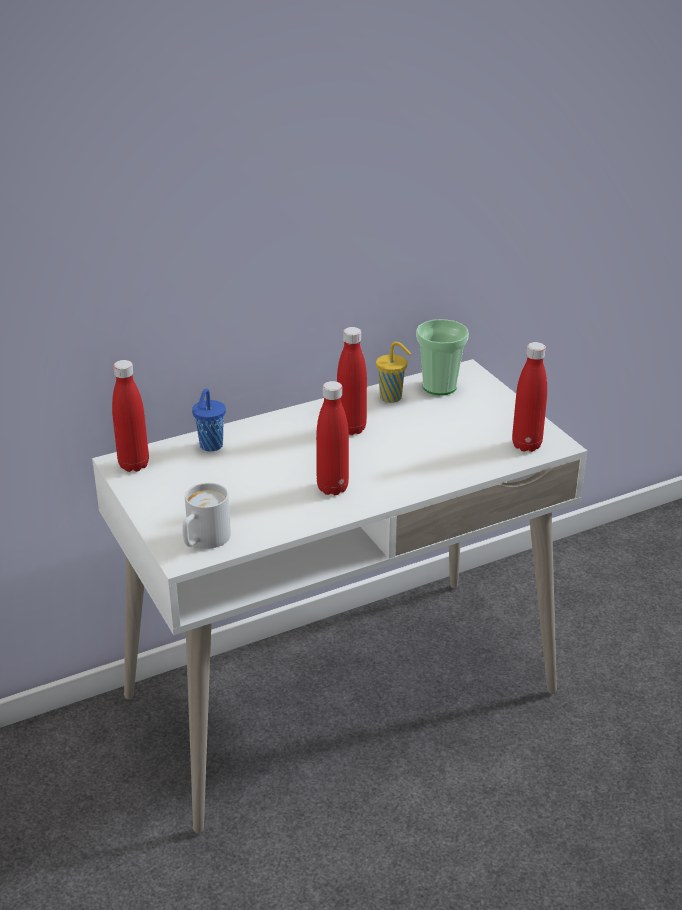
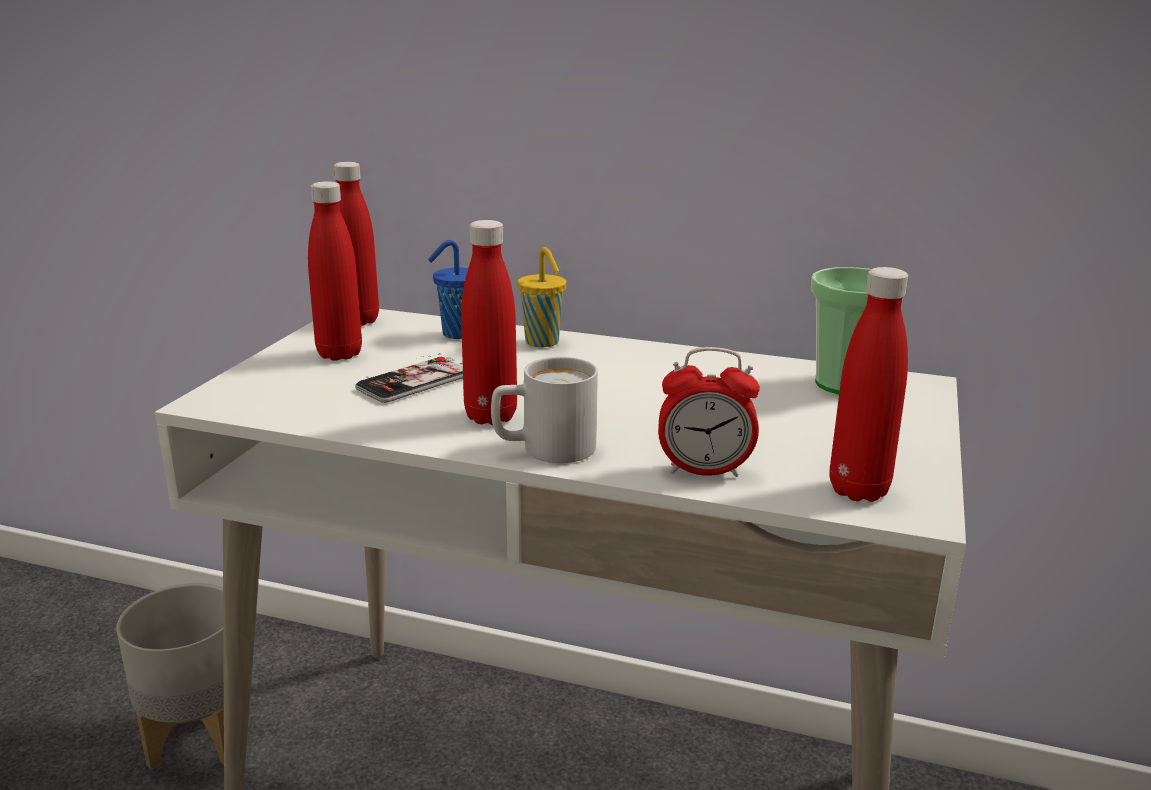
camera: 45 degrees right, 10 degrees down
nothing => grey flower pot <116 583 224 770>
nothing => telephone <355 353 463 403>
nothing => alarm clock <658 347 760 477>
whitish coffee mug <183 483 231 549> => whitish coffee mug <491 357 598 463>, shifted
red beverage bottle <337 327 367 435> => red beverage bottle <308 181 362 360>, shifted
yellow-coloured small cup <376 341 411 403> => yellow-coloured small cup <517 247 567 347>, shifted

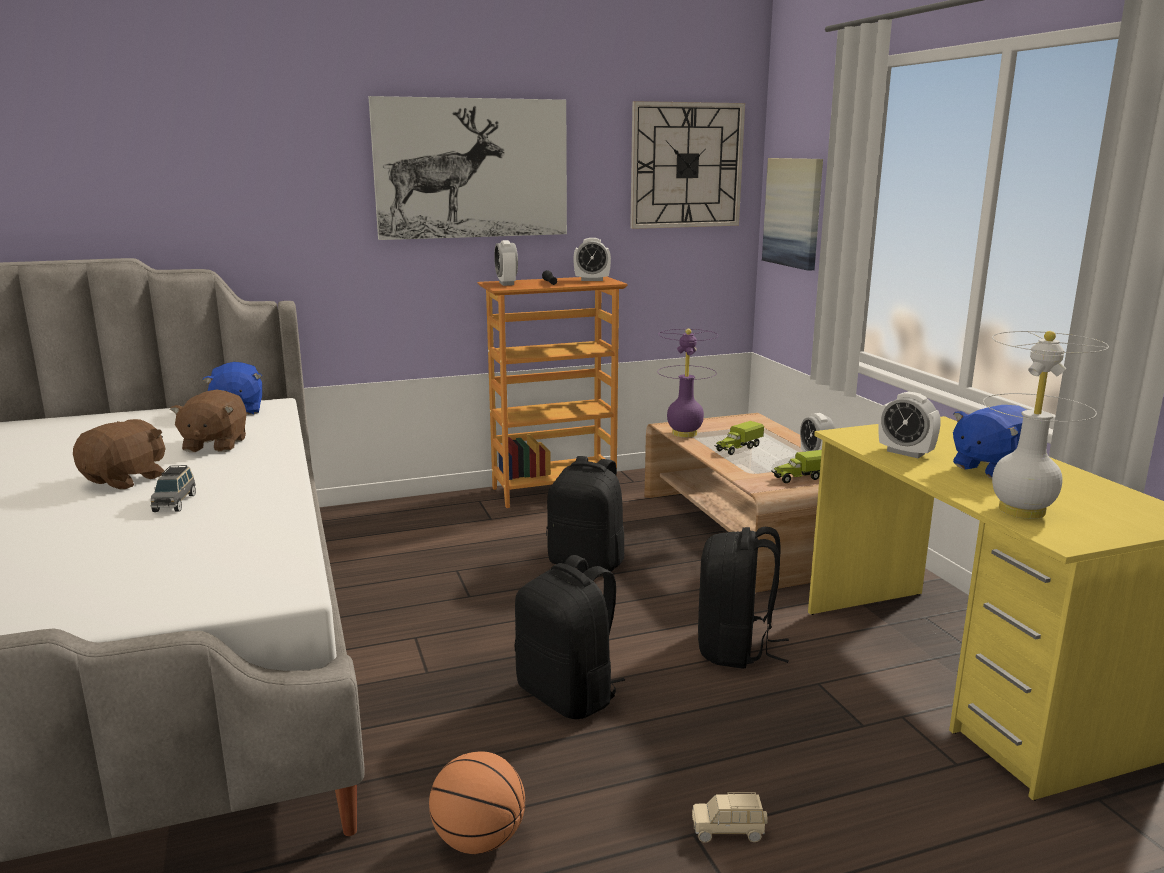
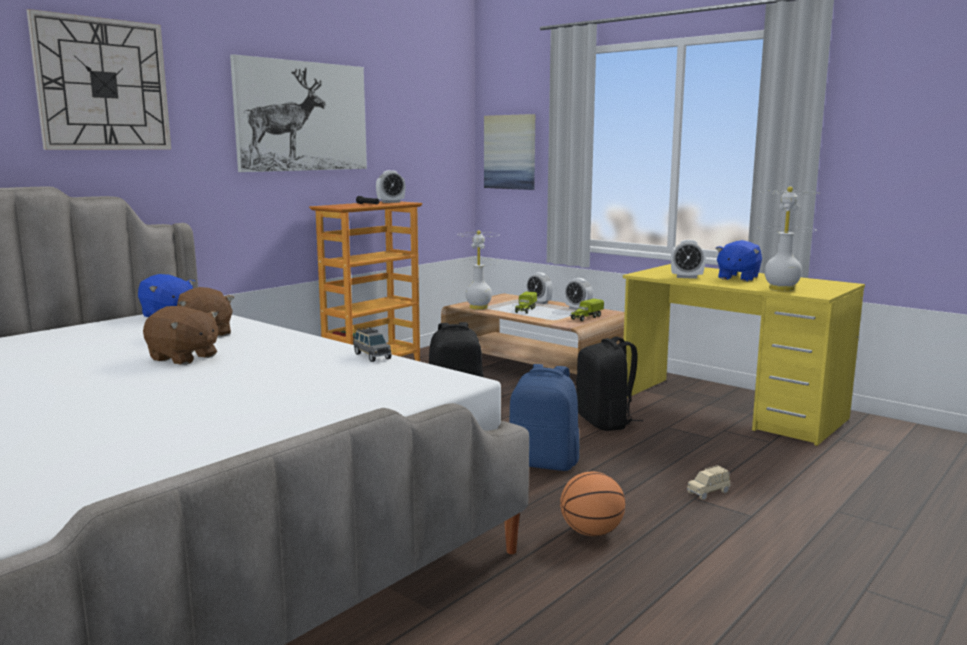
camera: 30 degrees left, 5 degrees down
grey model car <151 465 196 512> => grey model car <354 327 392 362>, shifted
alarm clock <494 240 518 286> => alarm clock <526 272 553 304>, shifted
hanging clock <630 101 745 229> => hanging clock <27 9 171 150>, shifted
black-coloured backpack <515 555 625 719> => blue backpack <509 364 579 471>
purplish table lamp <658 329 718 437> => whitish table lamp <457 230 500 310>
brown-coloured plush toy <73 419 166 490> => brown-coloured plush toy <143 306 218 365>, 120 degrees clockwise

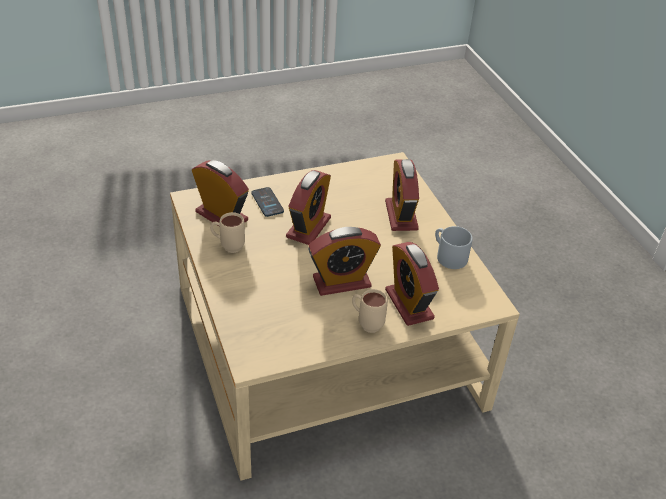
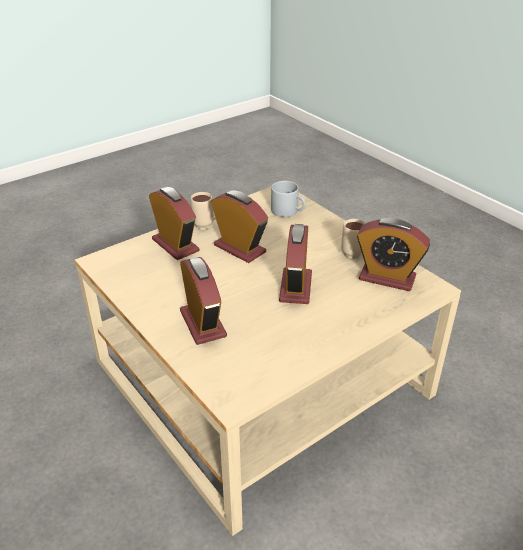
camera: 165 degrees right, 5 degrees down
telephone <251 187 284 217> => nothing
grey coffee mug <435 226 473 269> => grey coffee mug <271 181 306 217>, shifted
alarm clock <308 227 381 296> => alarm clock <211 190 268 263>, 75 degrees clockwise

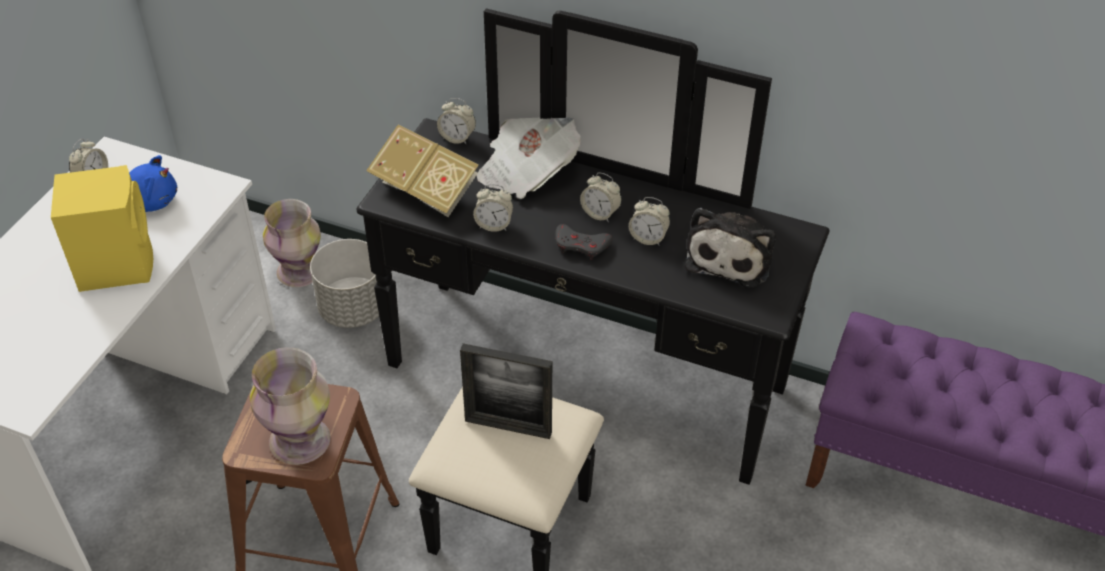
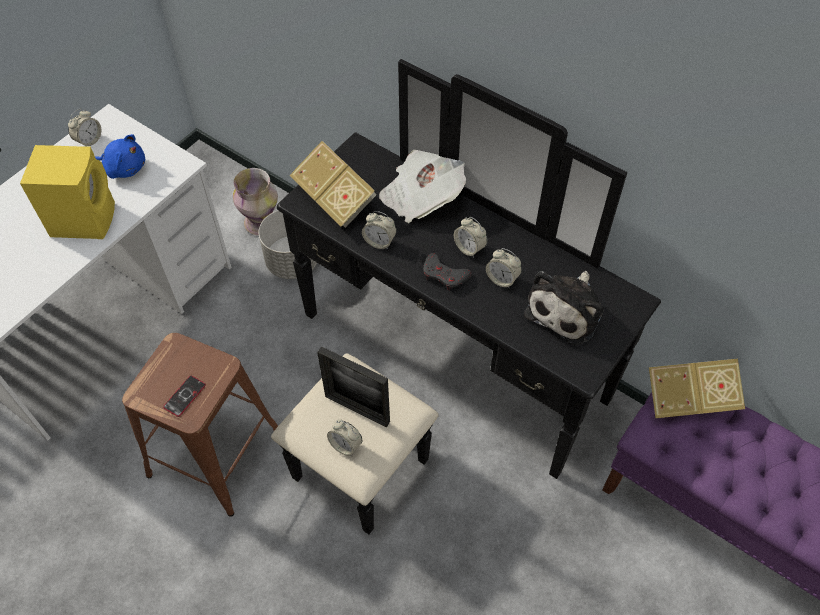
camera: 15 degrees right, 10 degrees up
nothing => volume <649 358 745 418>
alarm clock <437 98 476 145> => alarm clock <327 419 362 456>, shifted
vase <250 347 330 465> => telephone <163 375 206 417>

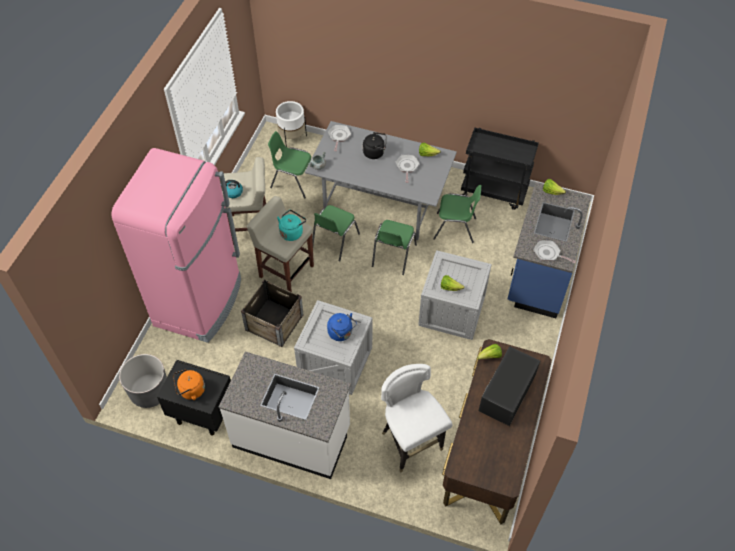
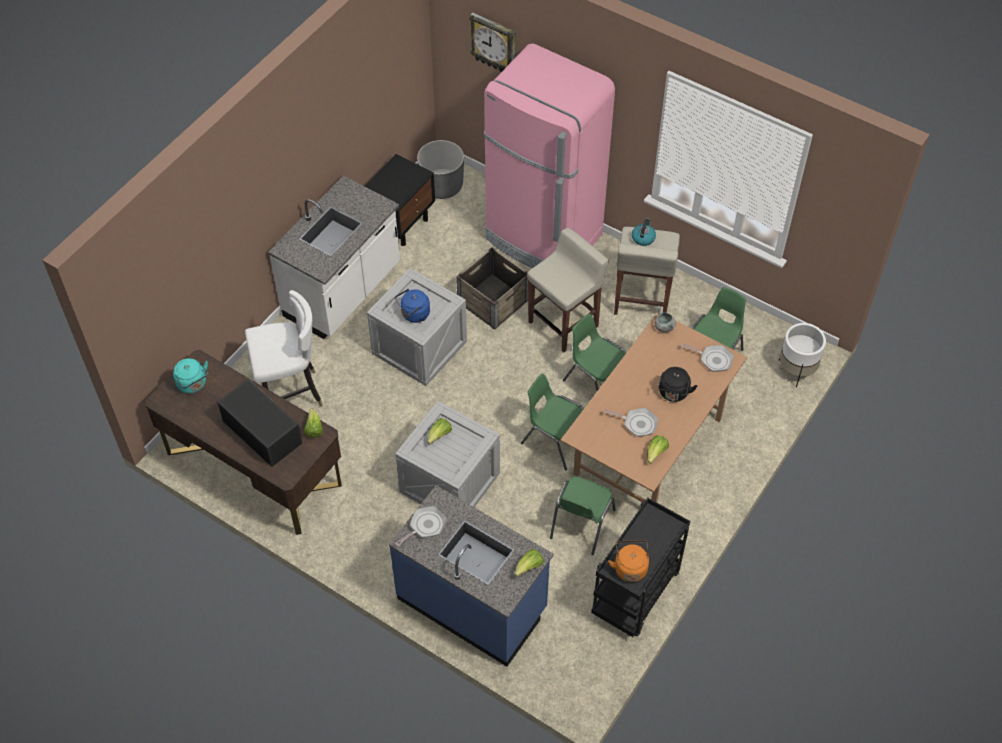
camera: 105 degrees right, 0 degrees up
nothing => hanging clock <469 13 515 72>
orange tea kettle <173 369 205 400> => orange tea kettle <608 540 649 582>, shifted
turquoise-coloured tea kettle <277 210 306 241> => turquoise-coloured tea kettle <173 358 208 393>, shifted
grey dinner table <305 121 457 240> => brown-coloured dinner table <561 312 747 502>

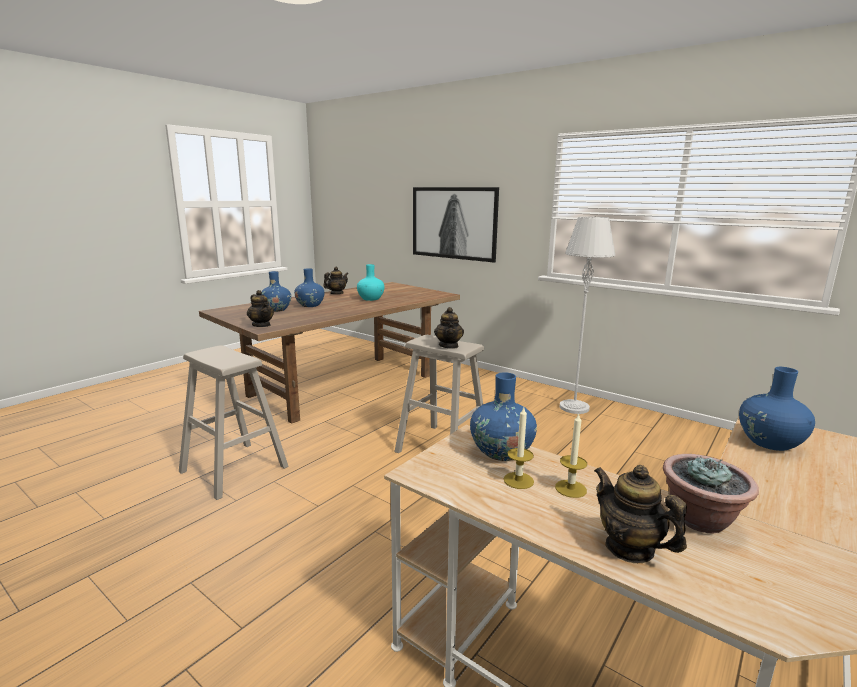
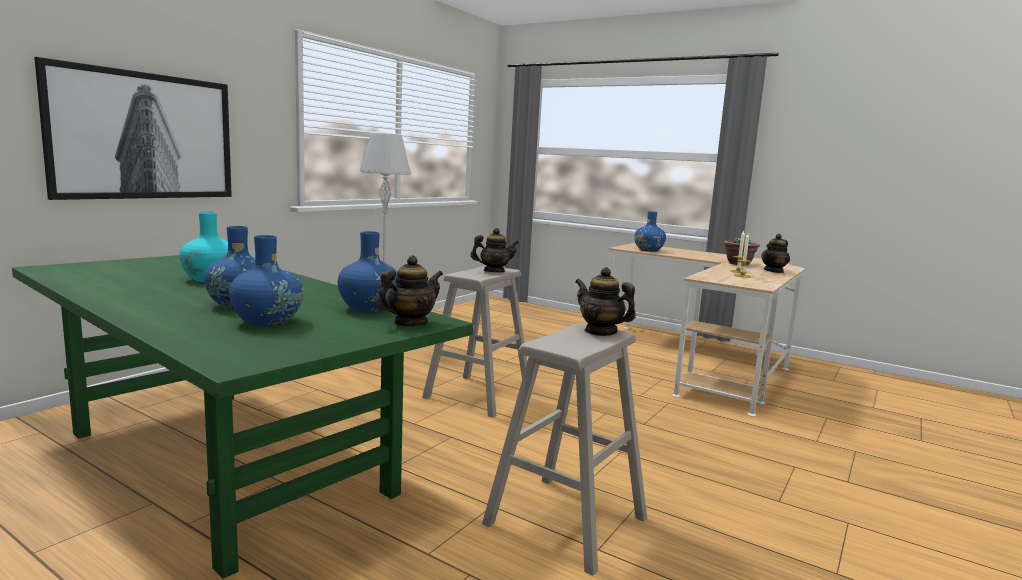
camera: 95 degrees left, 5 degrees down
teapot <323 267 349 294> => teapot <575 267 636 336>, shifted
blue vase <470 372 537 461> => blue vase <338 231 397 313>, shifted
brown-coloured dinner table <199 282 460 424> => greenish dinner table <12 255 473 579>

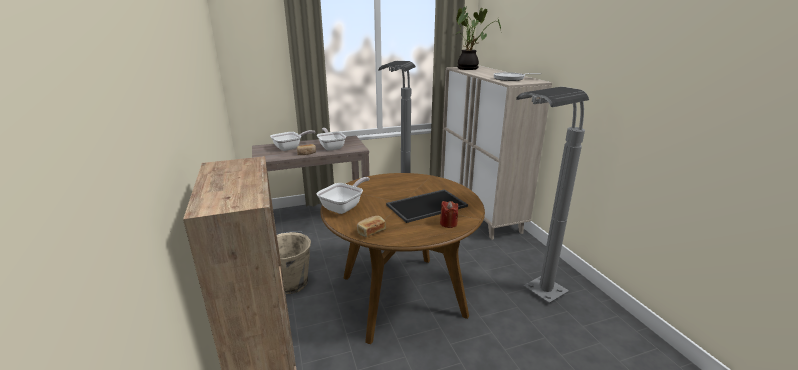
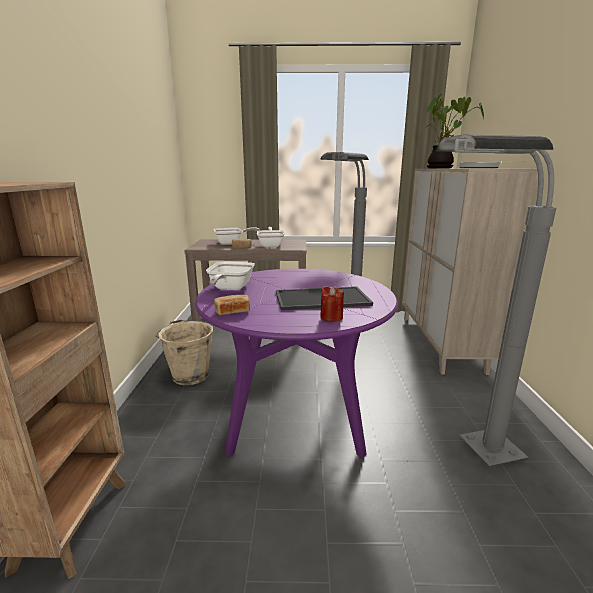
camera: 20 degrees right, 5 degrees down
brown-coloured dinner table <320 173 485 344> => purplish dinner table <195 269 398 458>
frying pan <317 177 370 214> => frying pan <206 262 255 290>, 135 degrees clockwise

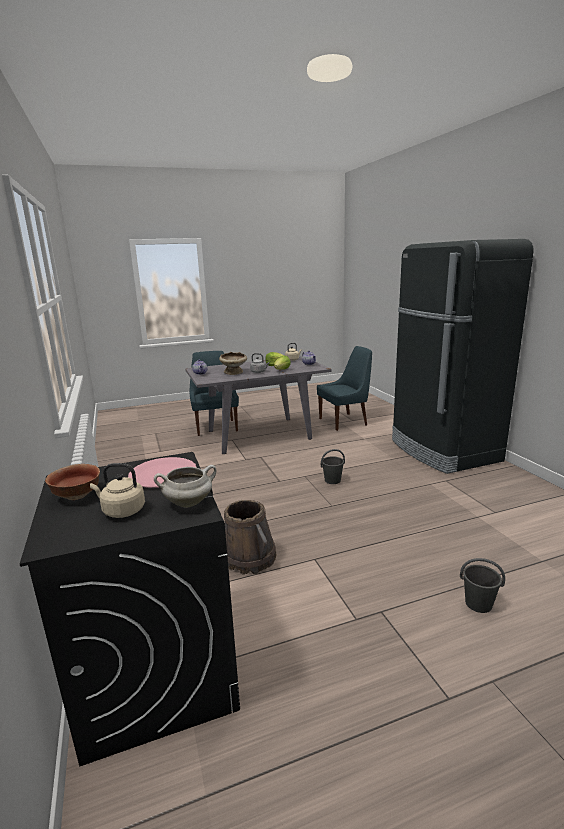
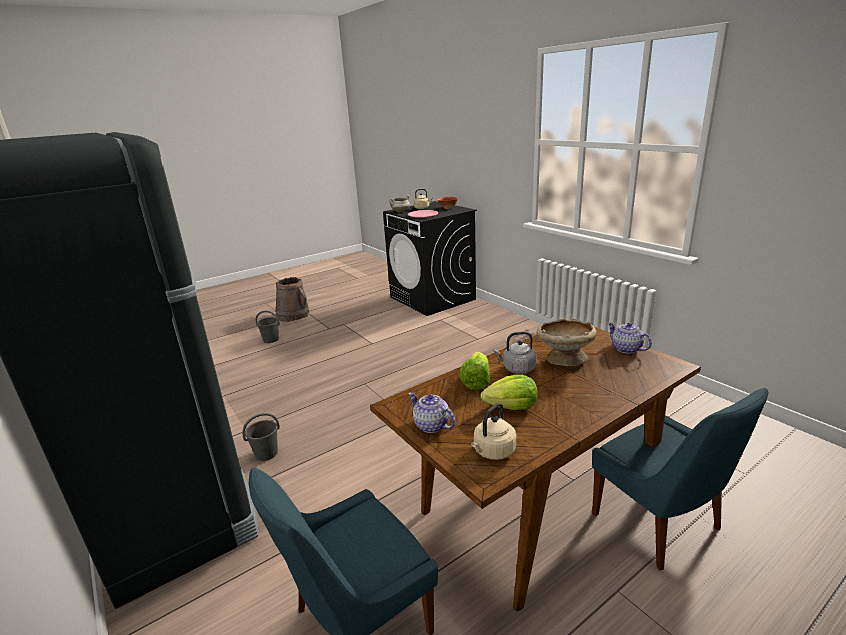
camera: 165 degrees right, 5 degrees up
brown-coloured water bucket <224 500 277 575> => brown-coloured water bucket <275 277 309 322>, shifted
grey water bucket <321 449 345 484> => grey water bucket <242 413 280 461>, shifted
grey dinner table <185 356 332 454> => brown-coloured dinner table <370 319 701 611>

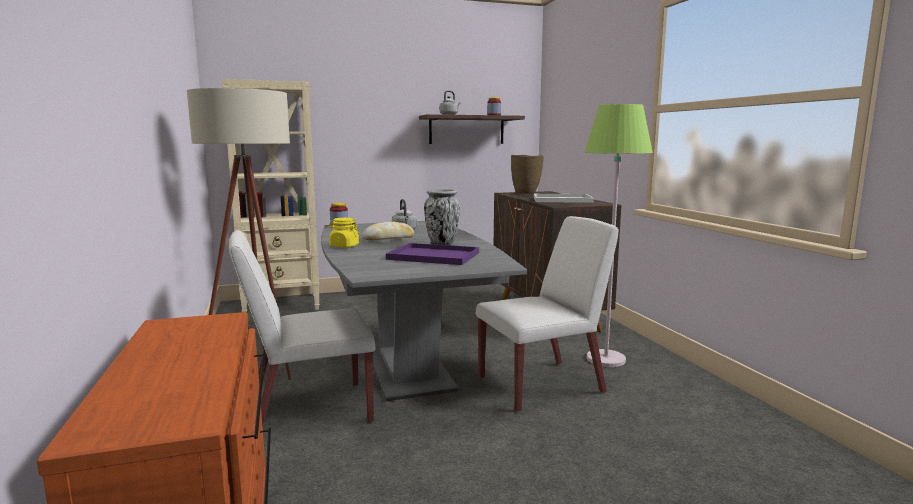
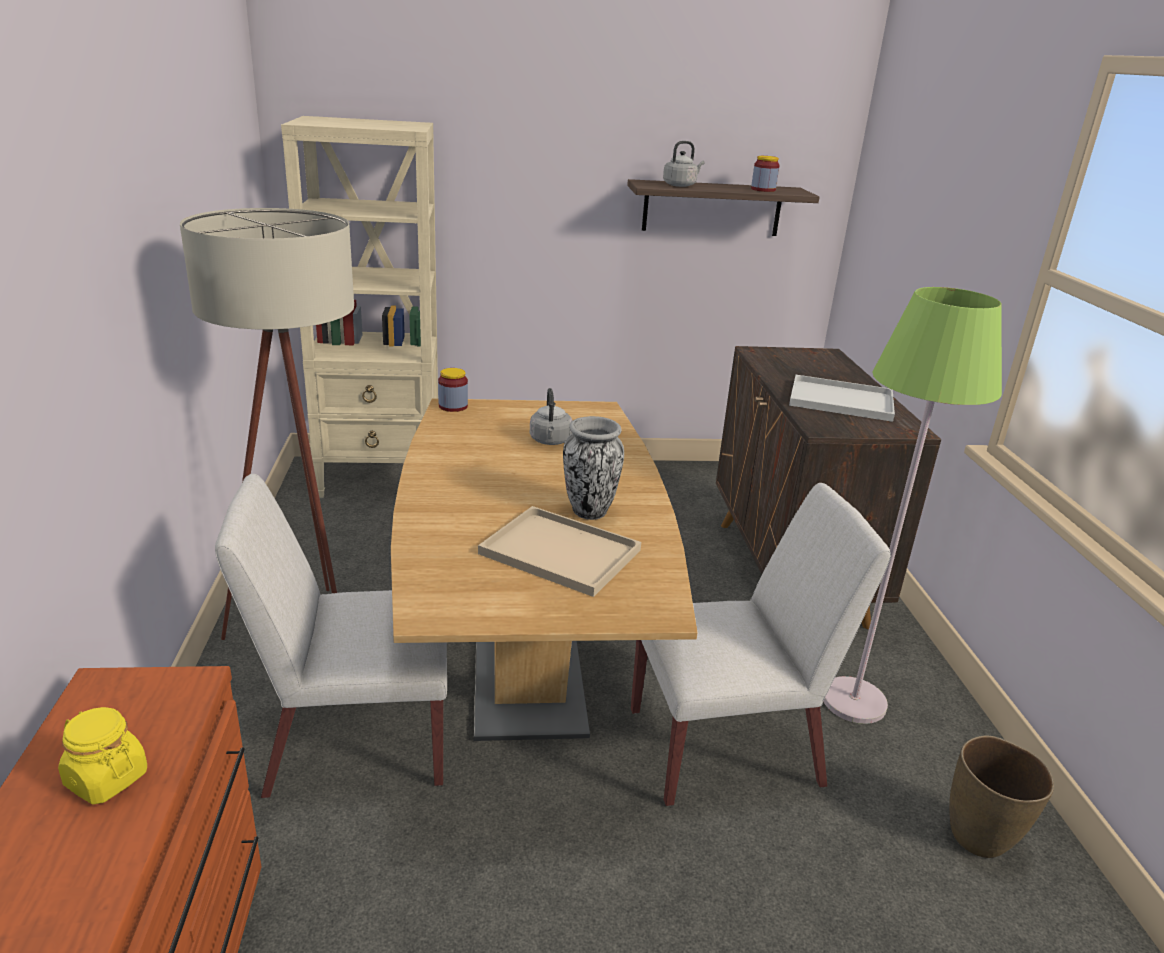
camera: 10 degrees right, 15 degrees up
bread <363 222 414 240> => nothing
yellow-coloured preserve jar <328 218 359 248> => yellow-coloured preserve jar <58 707 147 805>, shifted
brown-coloured vase <511 155 544 194> => brown-coloured vase <949 736 1054 858>, shifted
grey dinner table <321 221 528 401> => brown-coloured dinner table <391 398 698 741>
purplish carrying tray <386 243 479 265> => beige carrying tray <478 506 641 597>

